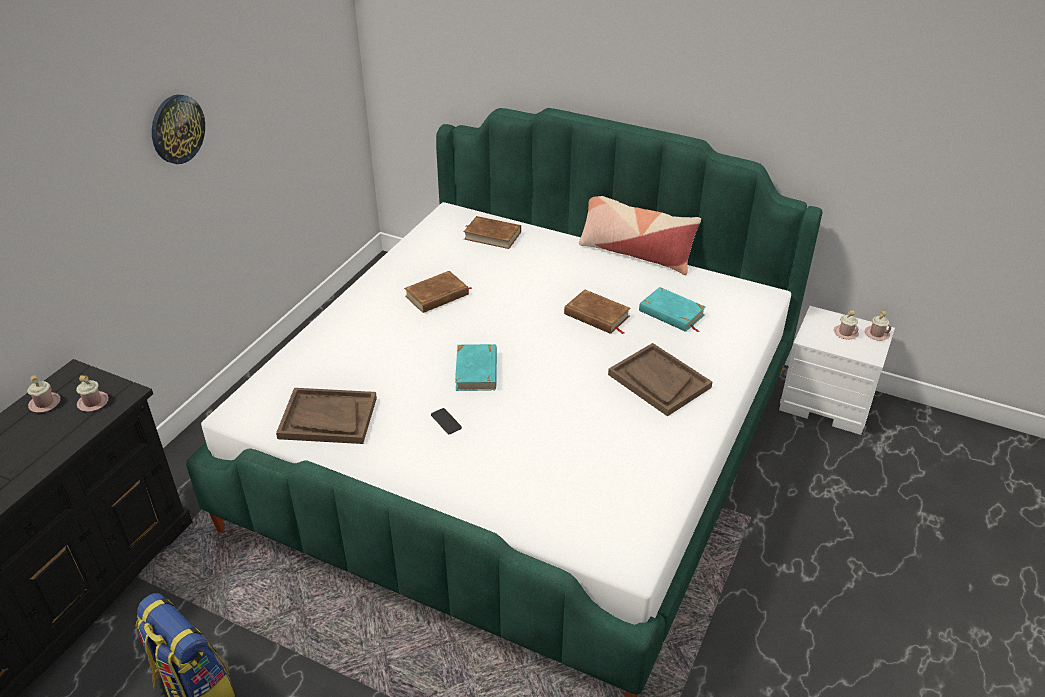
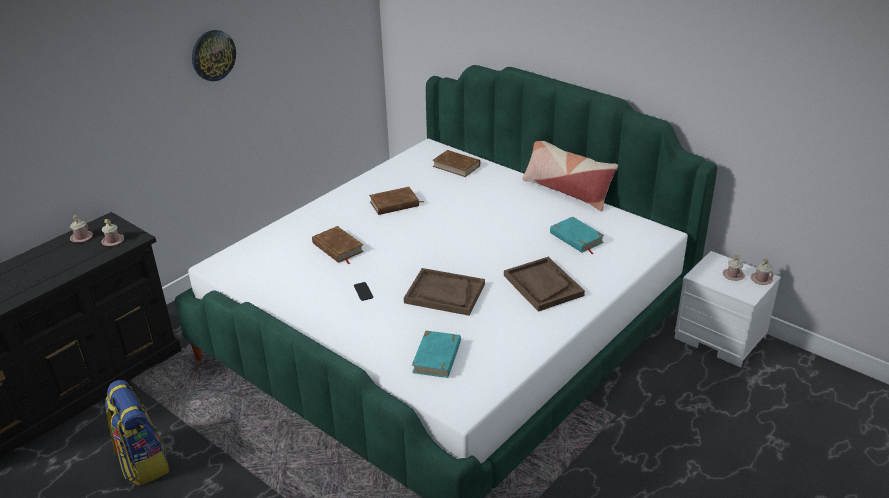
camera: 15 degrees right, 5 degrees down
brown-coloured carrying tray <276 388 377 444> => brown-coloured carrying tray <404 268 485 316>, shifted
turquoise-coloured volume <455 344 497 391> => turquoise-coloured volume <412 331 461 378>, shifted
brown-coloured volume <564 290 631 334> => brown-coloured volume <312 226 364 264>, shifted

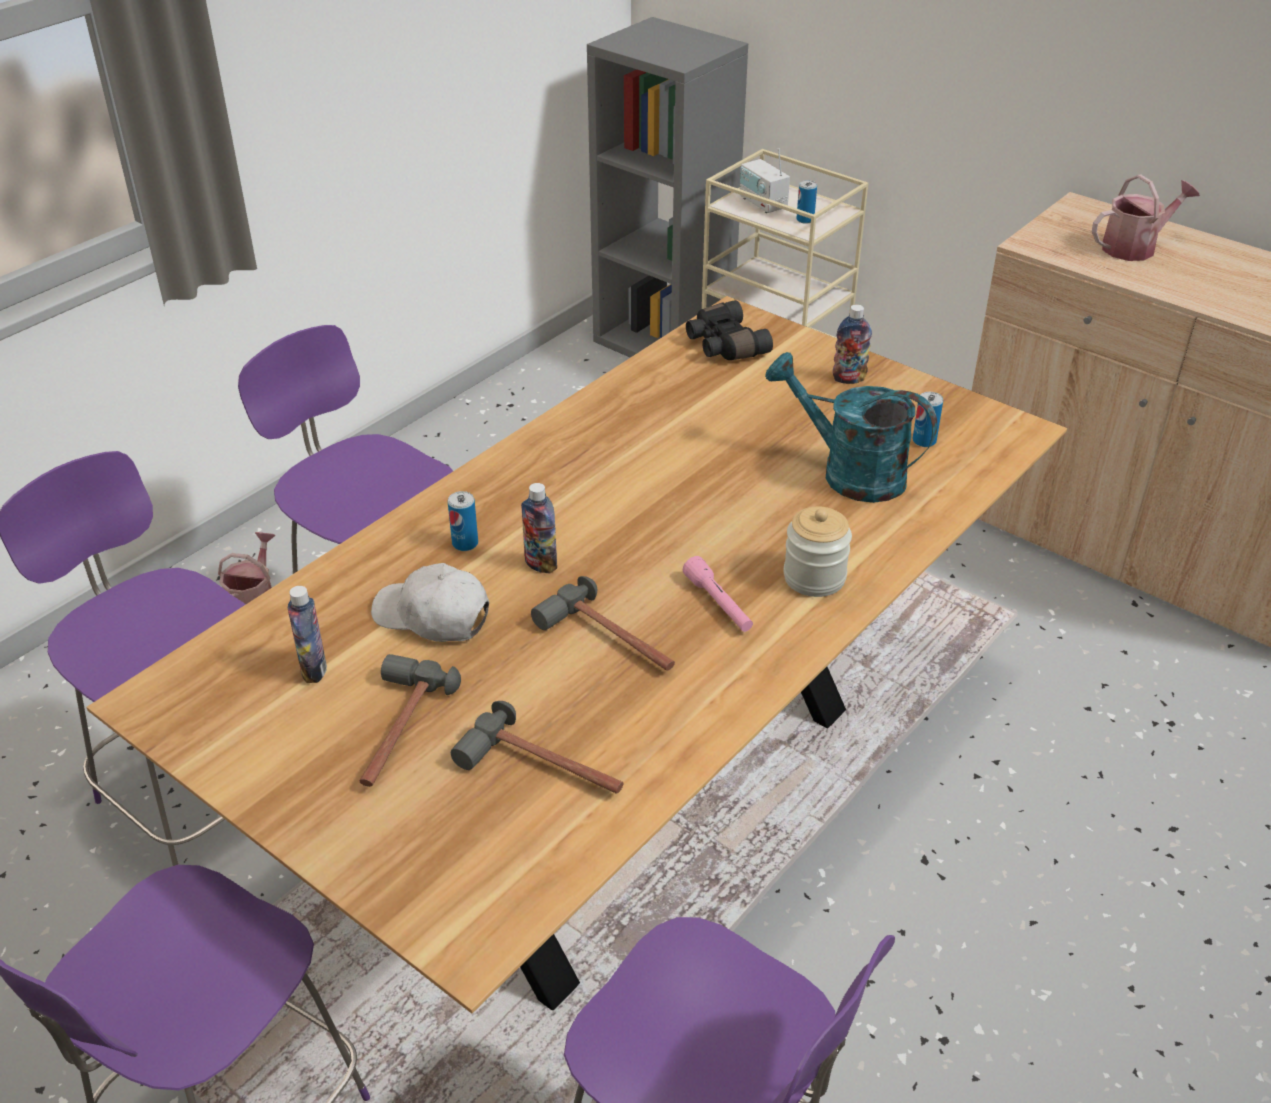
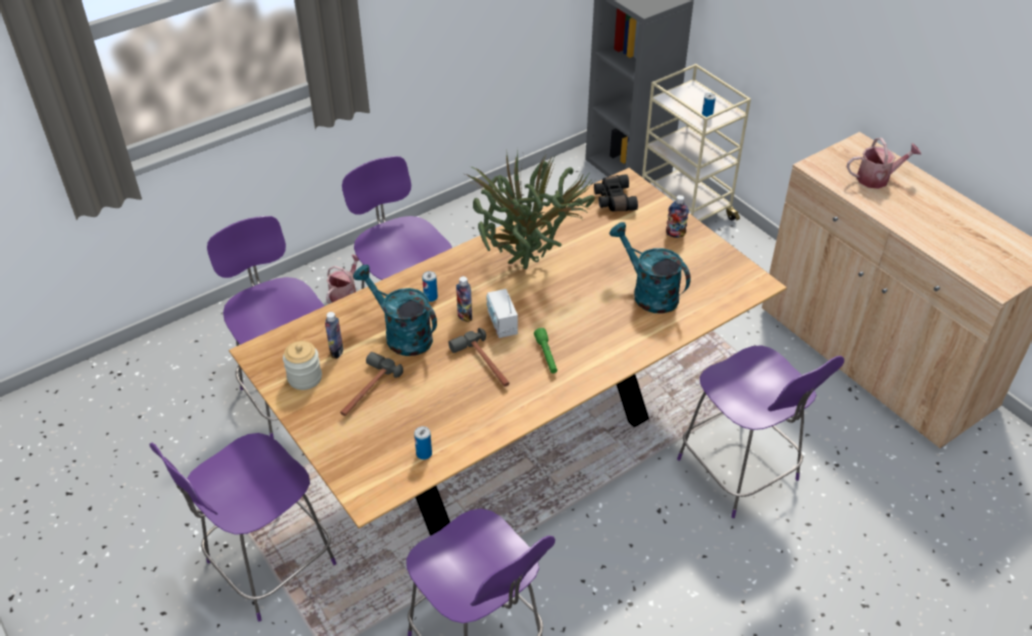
camera: 15 degrees right, 5 degrees up
hammer <451 701 624 794> => nothing
nothing => houseplant <465 149 595 270>
nothing => purplish upright chair <677 345 844 518>
radio <740 148 790 213> => radio <487 289 518 338>, shifted
preserve jar <784 506 852 597> => preserve jar <283 341 322 390>, shifted
sealed can <913 392 943 447> => sealed can <414 426 432 460>, shifted
whitish cap <371 563 489 642> => turquoise-coloured sprinkling can <353 264 437 356>
pink torch <683 556 753 632> => greenish torch <534 328 557 373>

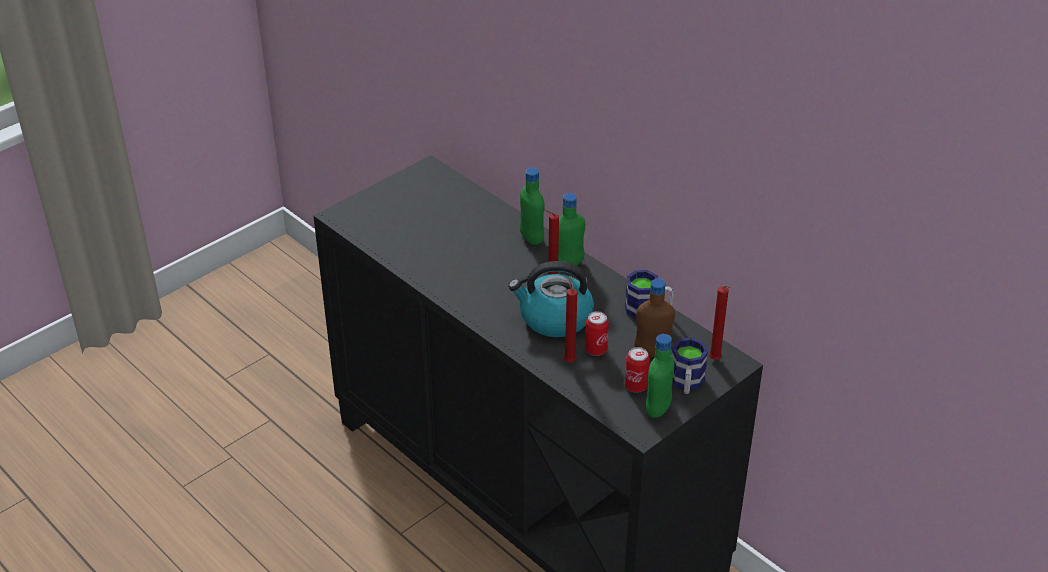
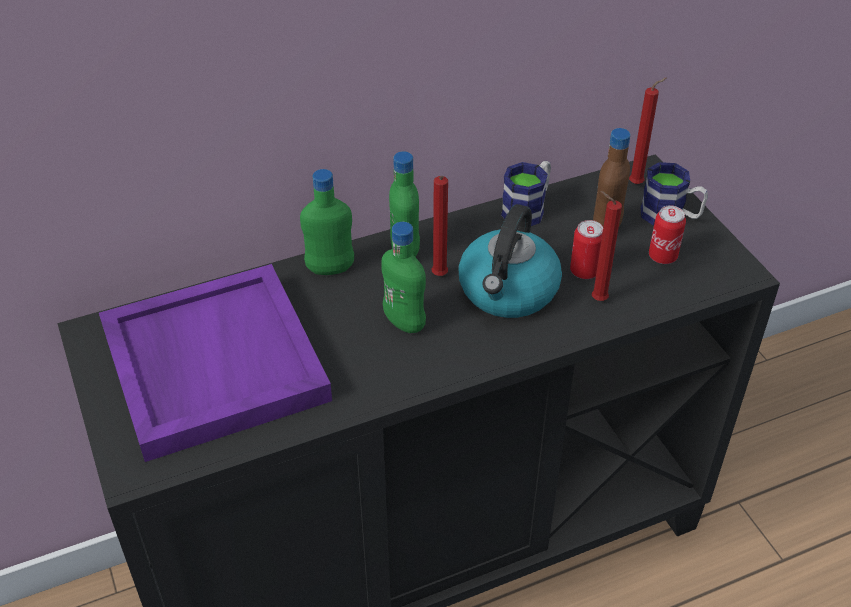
camera: 70 degrees left, 5 degrees up
nothing => purplish carrying tray <99 264 332 462>
greenish beverage bottle <646 334 674 418> => greenish beverage bottle <381 222 426 333>, shifted

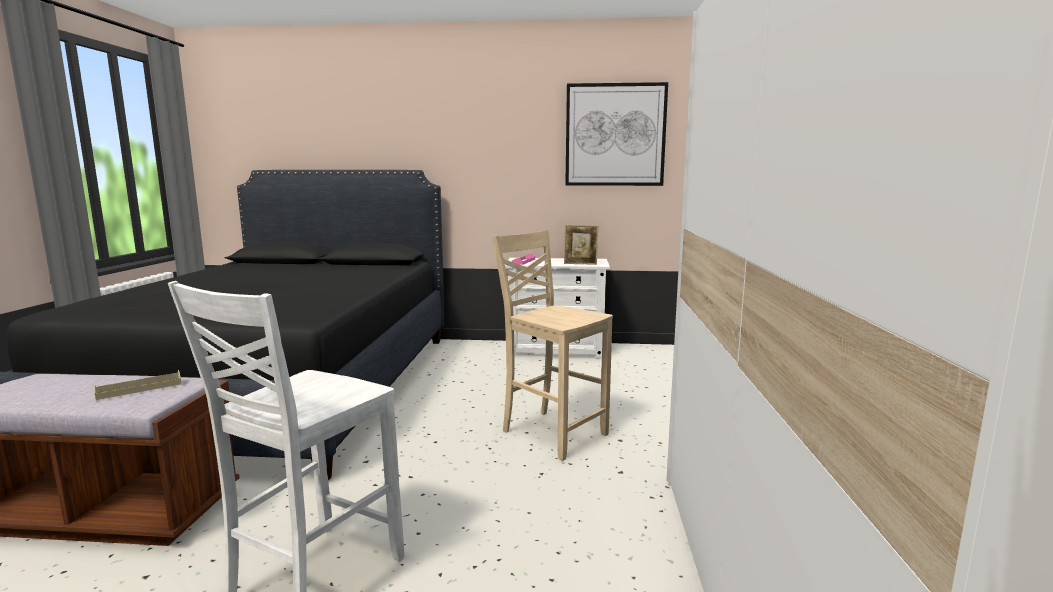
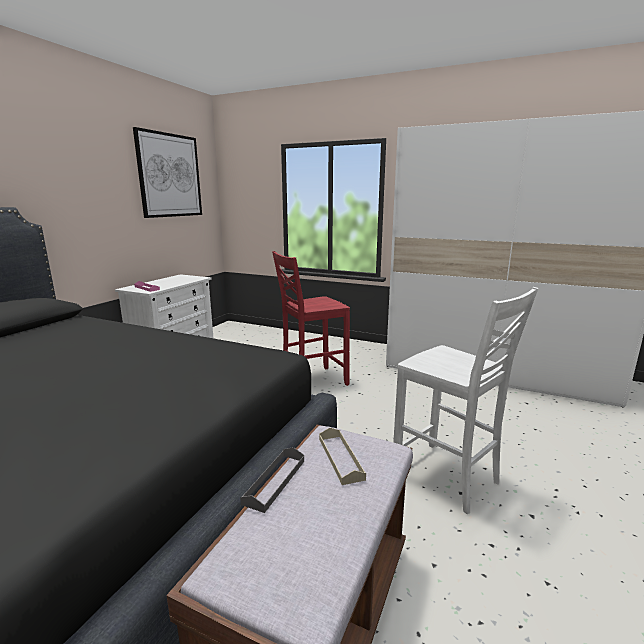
camera: 70 degrees left, 5 degrees up
standing frame <564 225 598 265> => nothing
nothing => grey carrying tray <240 447 304 513>
beige upright chair <492 230 613 461> => red upright chair <272 251 350 386>

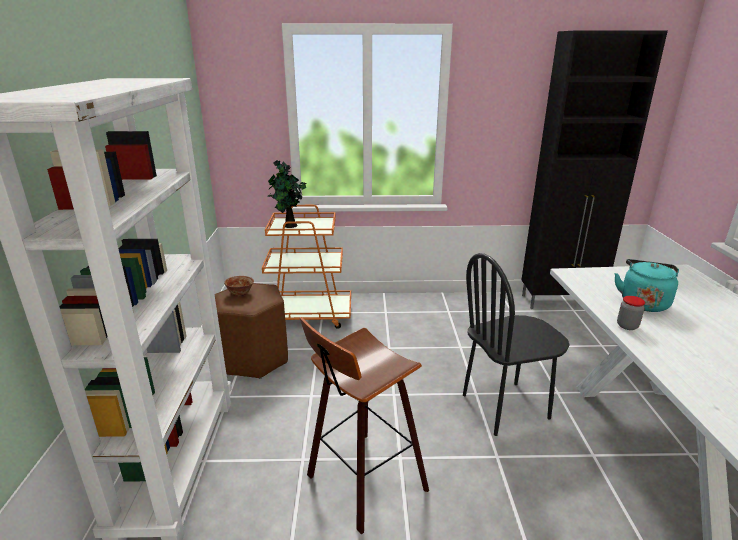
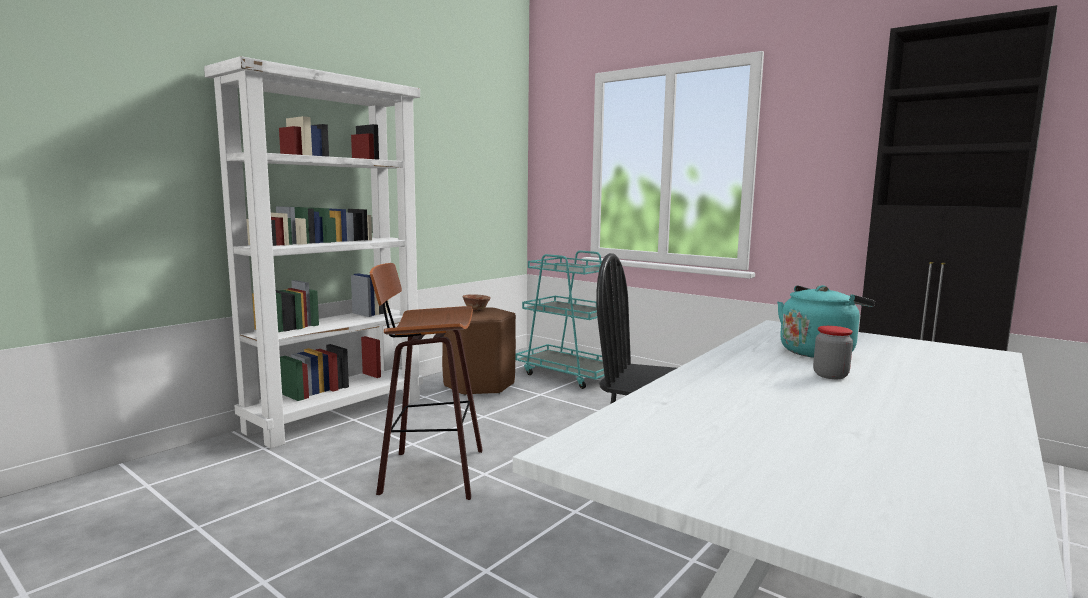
camera: 40 degrees right, 15 degrees down
houseplant <267 160 307 228> => nothing
preserve jar <617 296 645 330> => preserve jar <813 326 853 379>, shifted
orange wheeled cart <262 205 351 329> => turquoise-coloured wheeled cart <515 251 611 389>

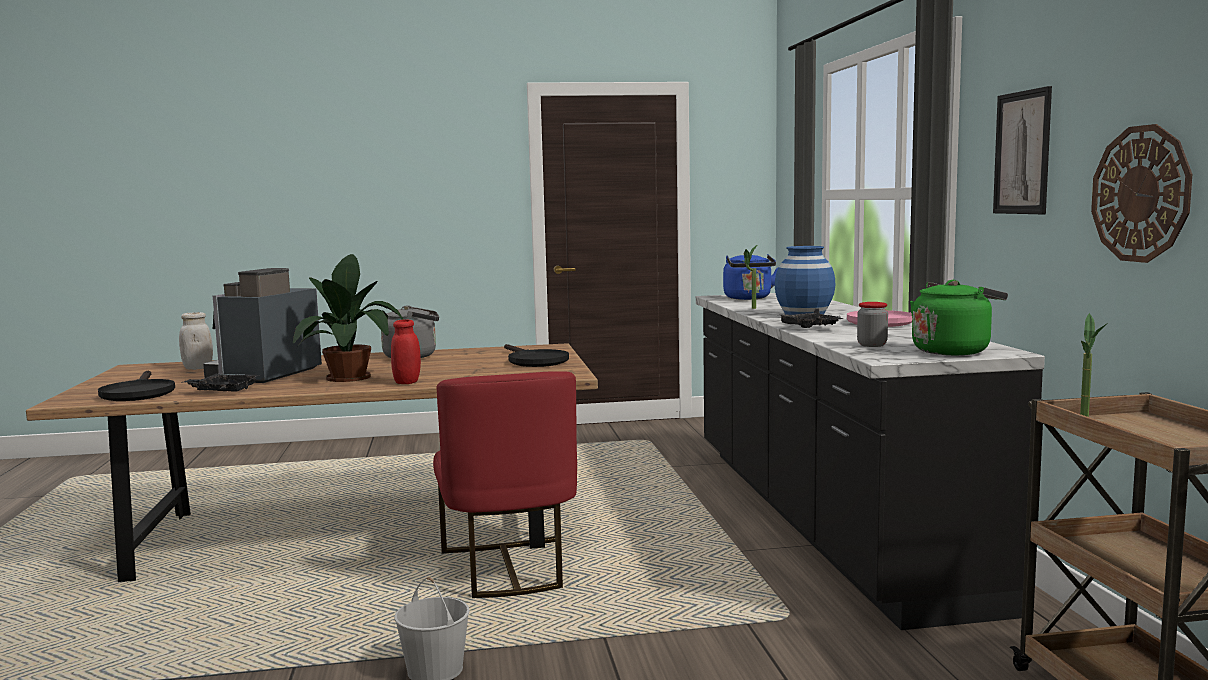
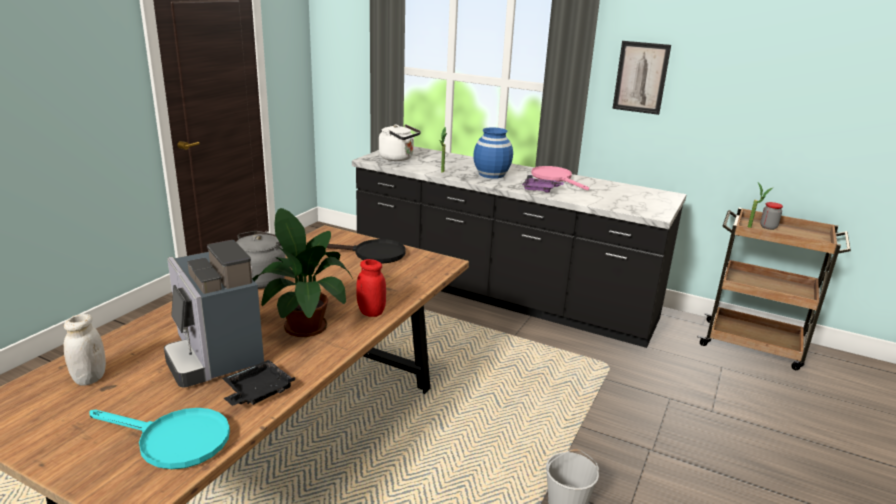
camera: 55 degrees left, 15 degrees up
red upright chair <433 371 577 598> => nothing
greenish tea kettle <910 280 1008 355> => nothing
hanging clock <1091 124 1192 263> => nothing
preserve jar <857 302 888 347> => preserve jar <760 202 783 230>, shifted
black-coloured frying pan <98 371 175 401> => turquoise-coloured frying pan <90 408 230 469>
blue tea kettle <723 252 778 300> => whitish tea kettle <379 124 421 161>
black-coloured carrying tray <780 308 844 328> => purplish carrying tray <522 175 564 193>

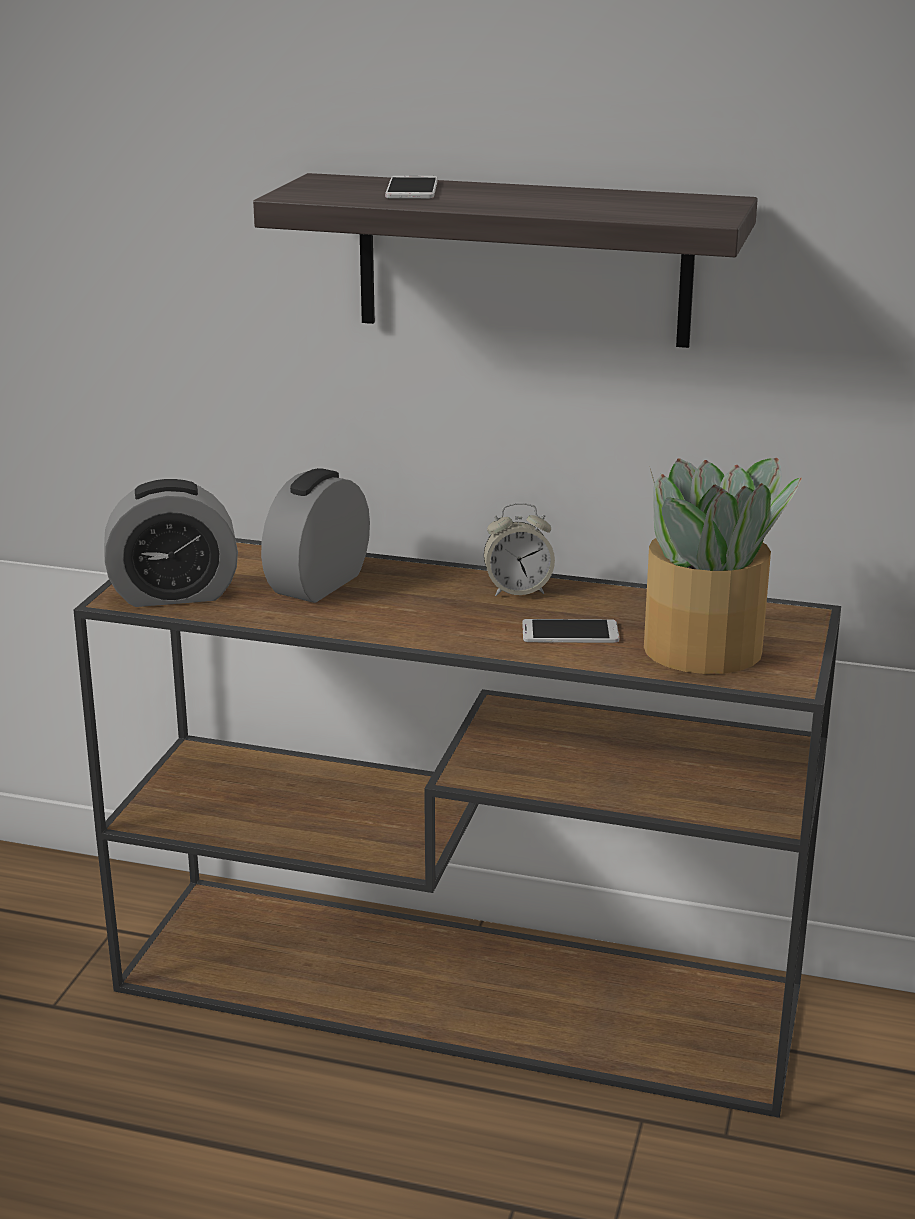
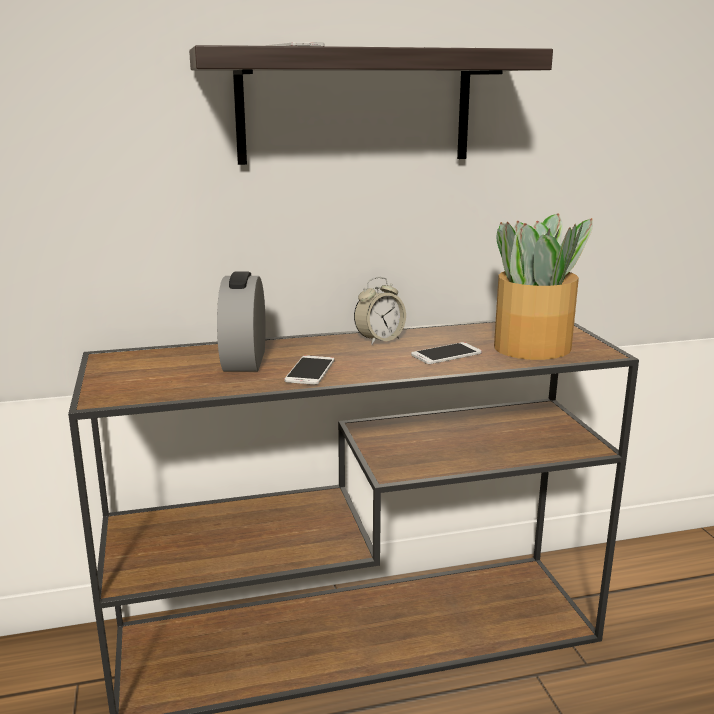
camera: 30 degrees left, 5 degrees down
alarm clock <104 479 238 607> => nothing
nothing => telephone <284 355 334 385>

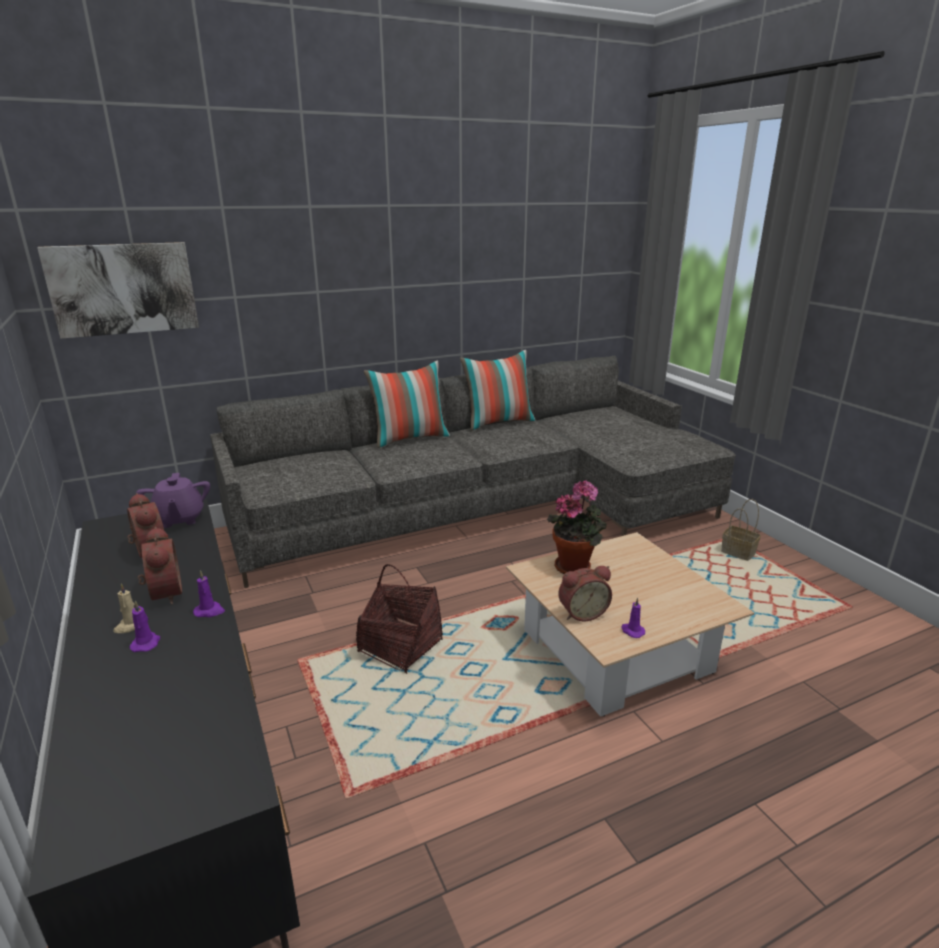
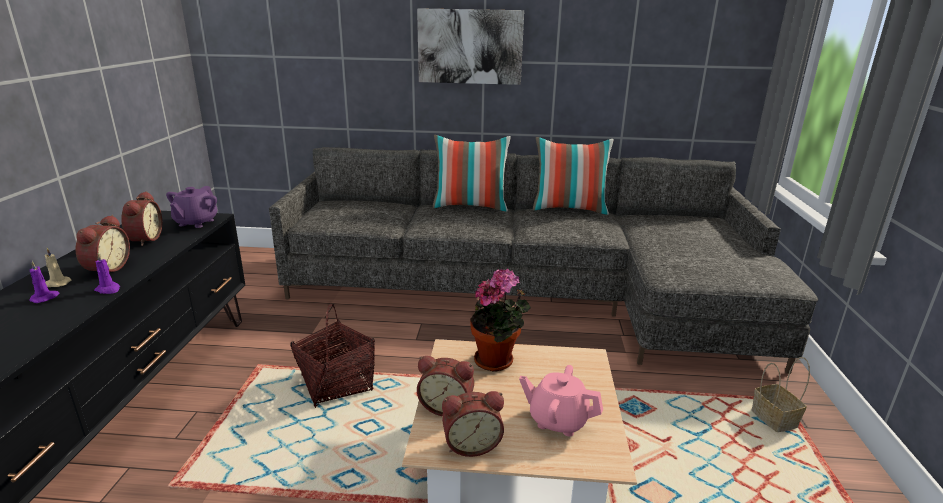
camera: 30 degrees right, 0 degrees up
nothing => pink teapot <519 365 603 436>
picture <37 242 199 339> => picture <417 8 524 85>, shifted
purplish candle <621 597 645 638> => alarm clock <442 391 504 457>

